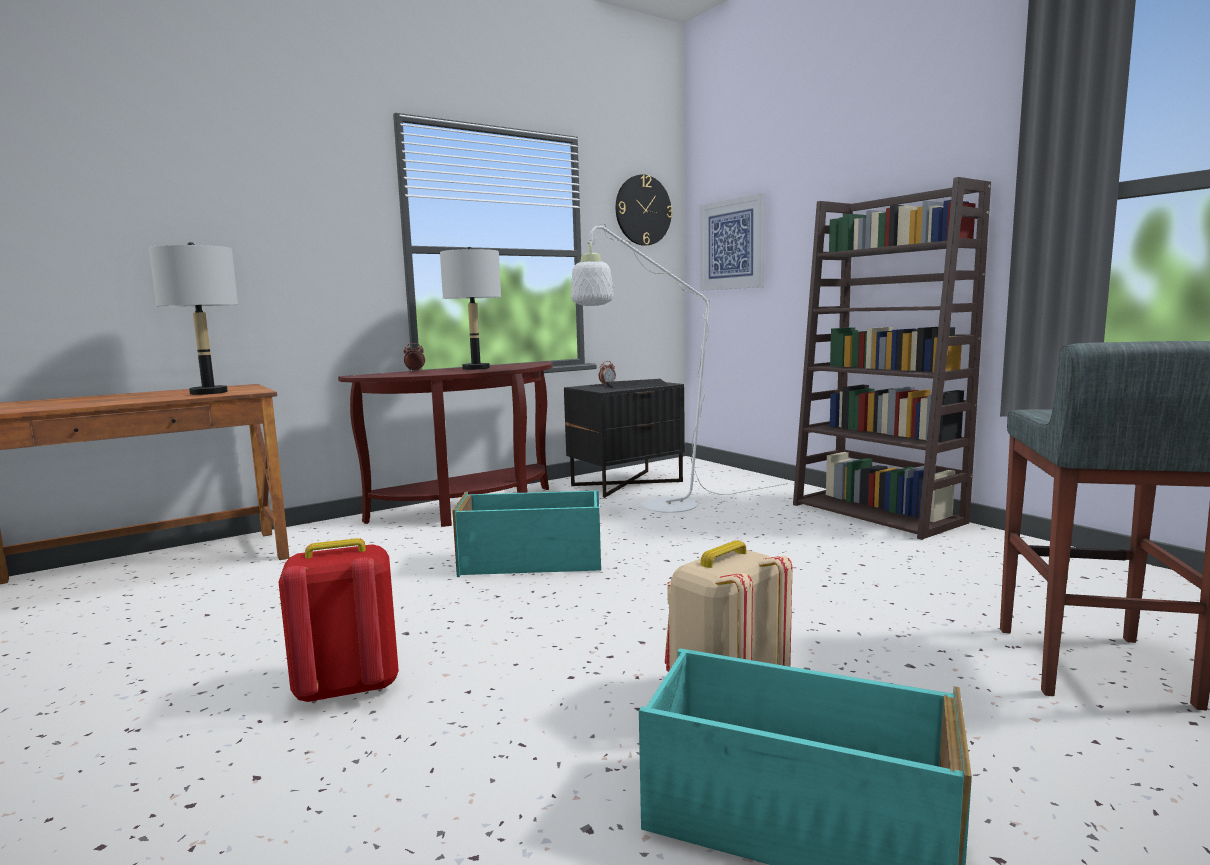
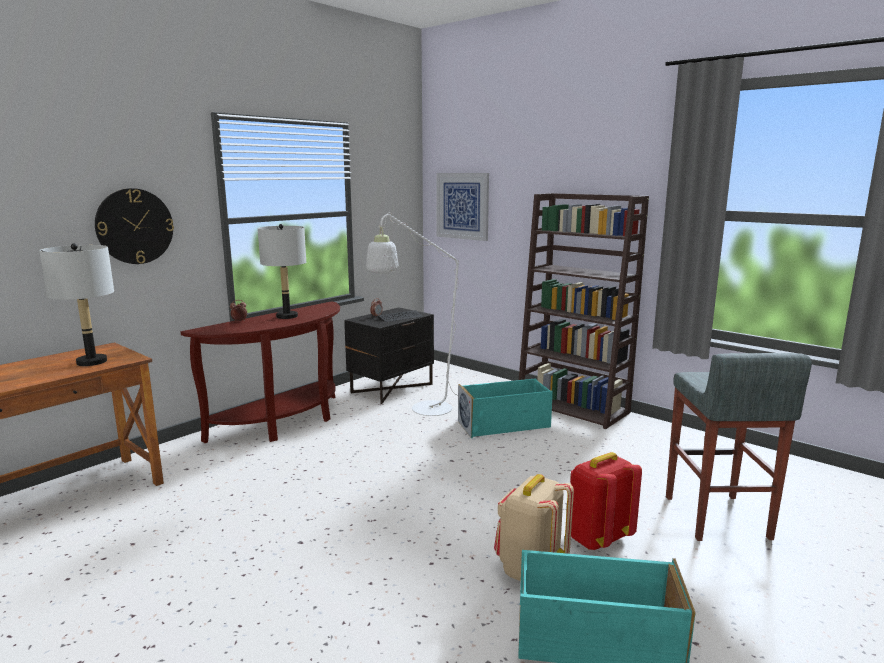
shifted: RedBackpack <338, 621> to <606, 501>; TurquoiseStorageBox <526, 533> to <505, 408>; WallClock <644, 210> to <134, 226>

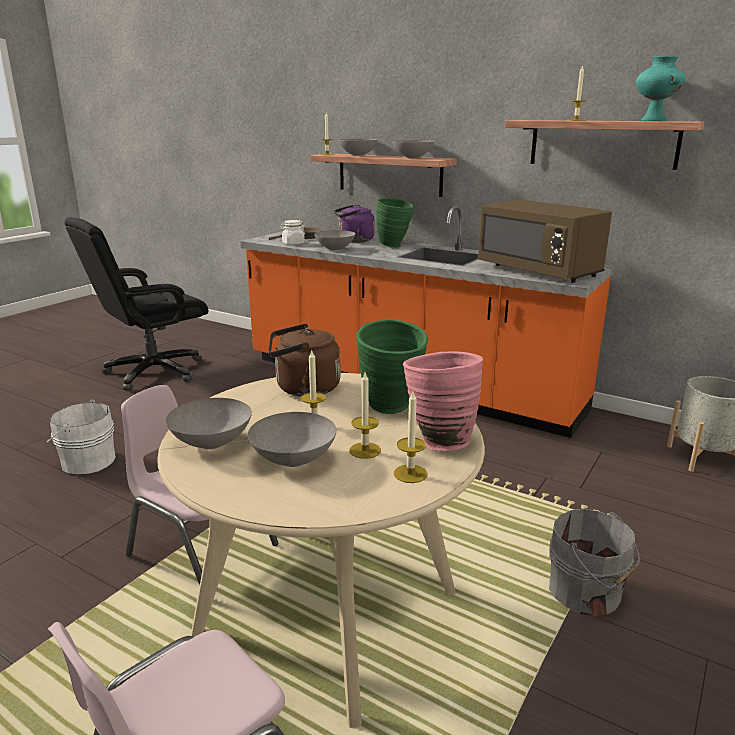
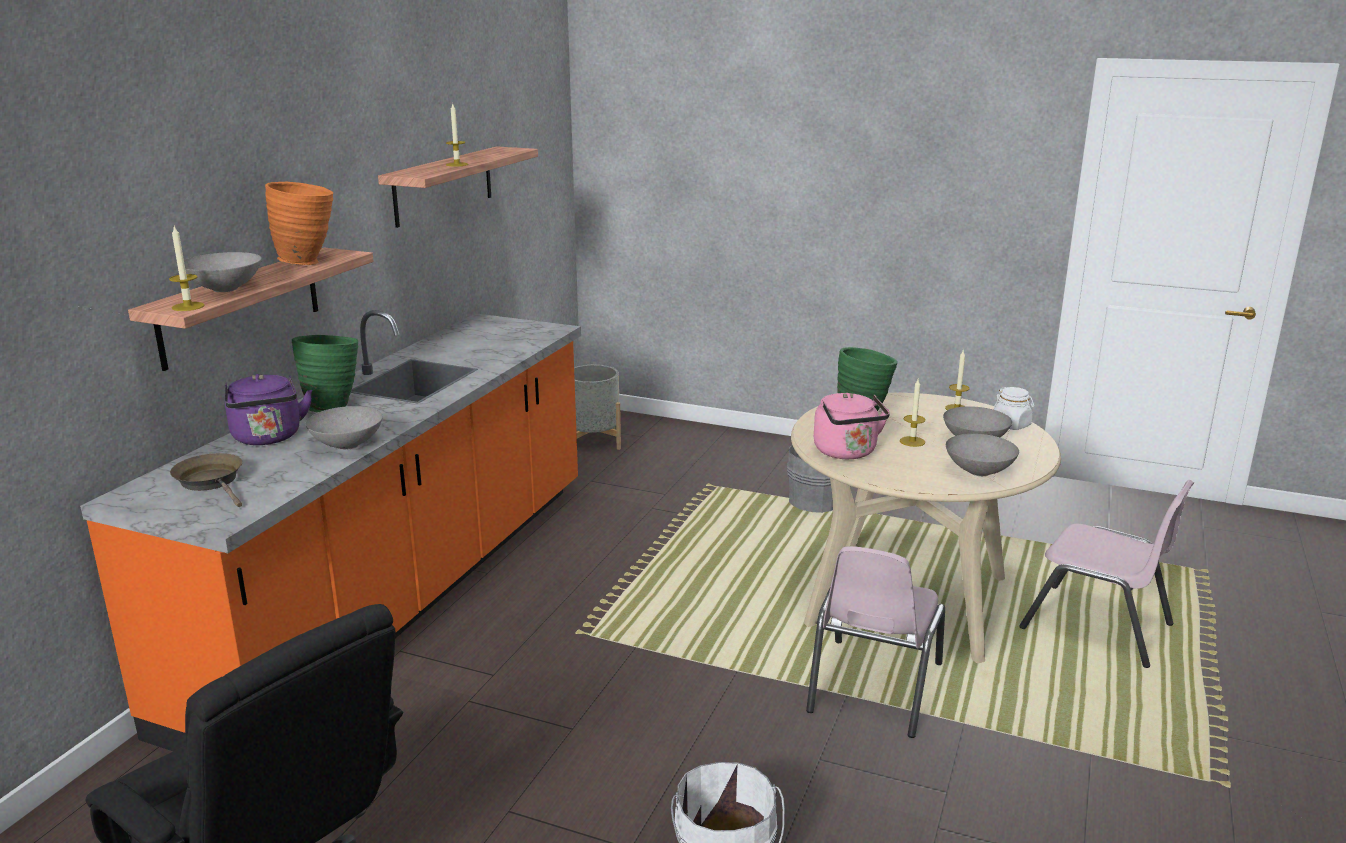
gone: Candle <365, 416>; PinkVase <443, 401>; BrownMicrowave <545, 241>; TurquoiseVase <661, 88>
shifted: WhiteJar <292, 232> to <1014, 408>
swapped: GreyBowl <413, 149> to OrangeVase <299, 223>
repainted: BrownKettle <304, 360> to PinkKettle <852, 426>

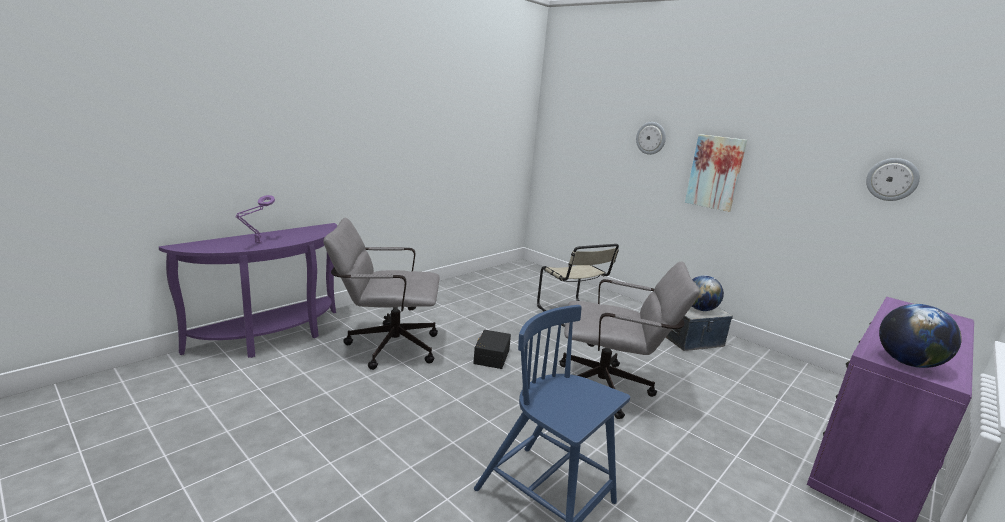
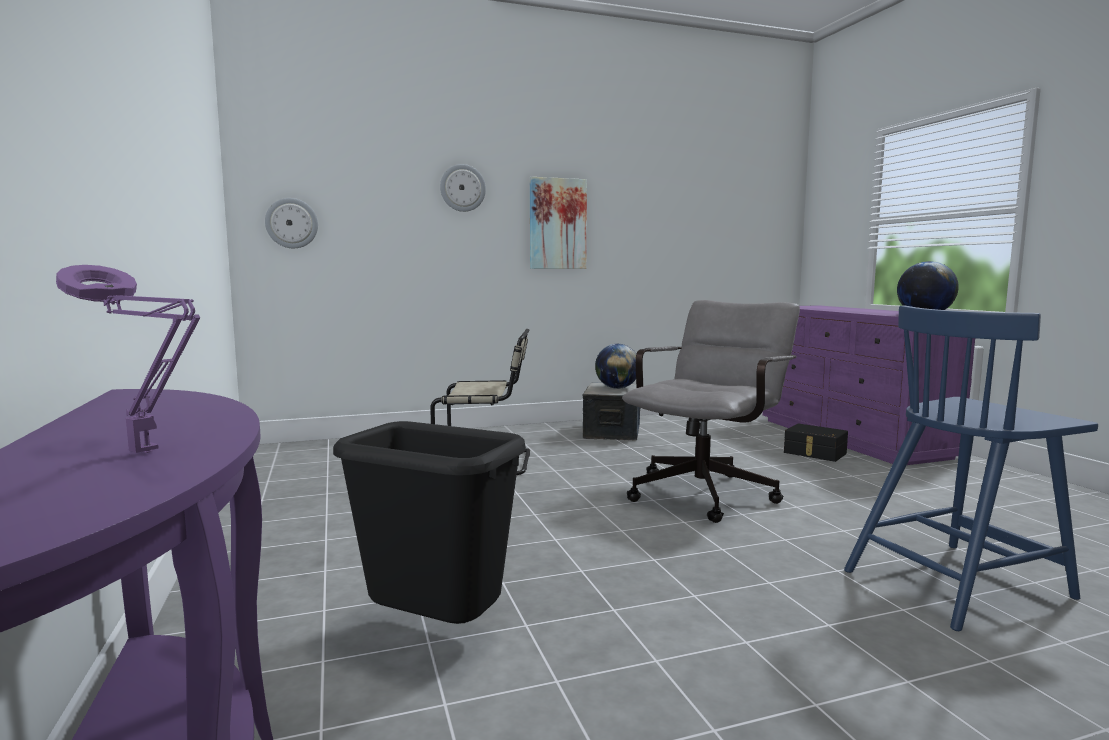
shifted: BlackStorageBox <492, 349> to <816, 442>; WallClock <893, 179> to <291, 223>
swapped: GreyOfficeChair <381, 294> to BlackTrashCan <429, 522>

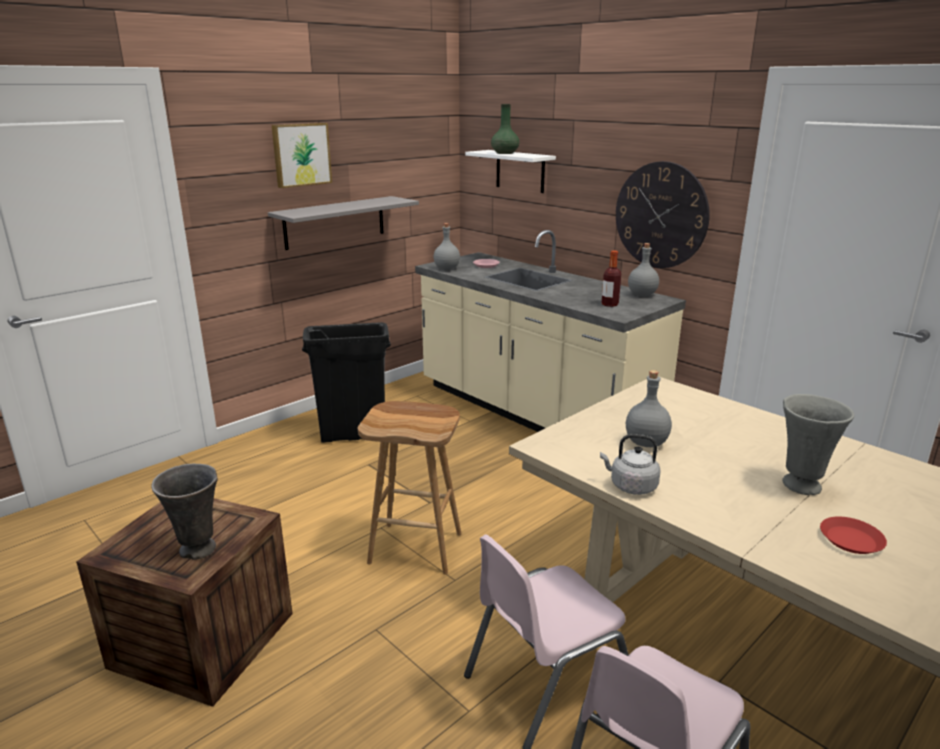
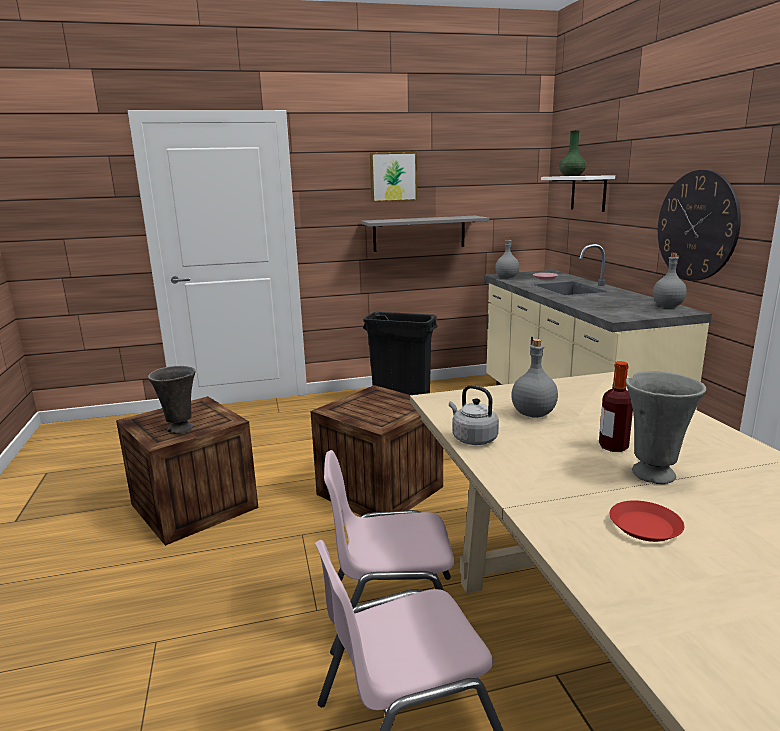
shifted: Bottle <611, 279> to <616, 406>
swapped: BrownStool <410, 488> to Crate <376, 450>

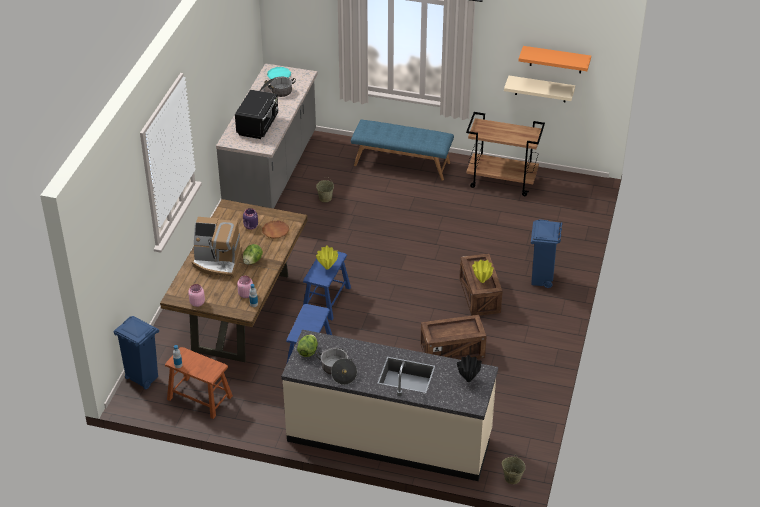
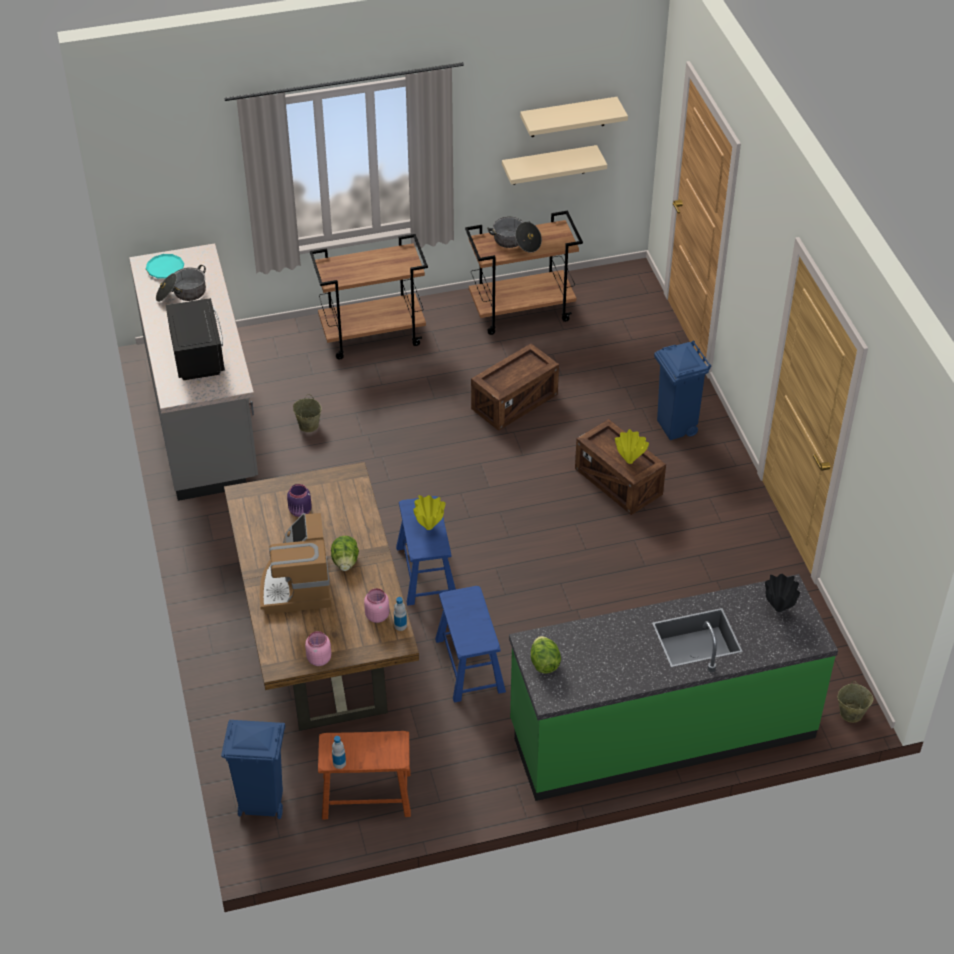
gone: BrownPlate <275, 230>
shifted: CookingPot <336, 366> to <514, 235>; Crate <453, 337> to <515, 387>
swapped: BlueBench <402, 150> to BrownCart <369, 297>
repainted: BeigeCounter <389, 405> to GreenCounter <673, 687>; OrangeShelf <554, 59> to BeigeShelf <574, 117>
rotated: CoffeeMachine <217, 247> = <295, 563> 105 degrees clockwise

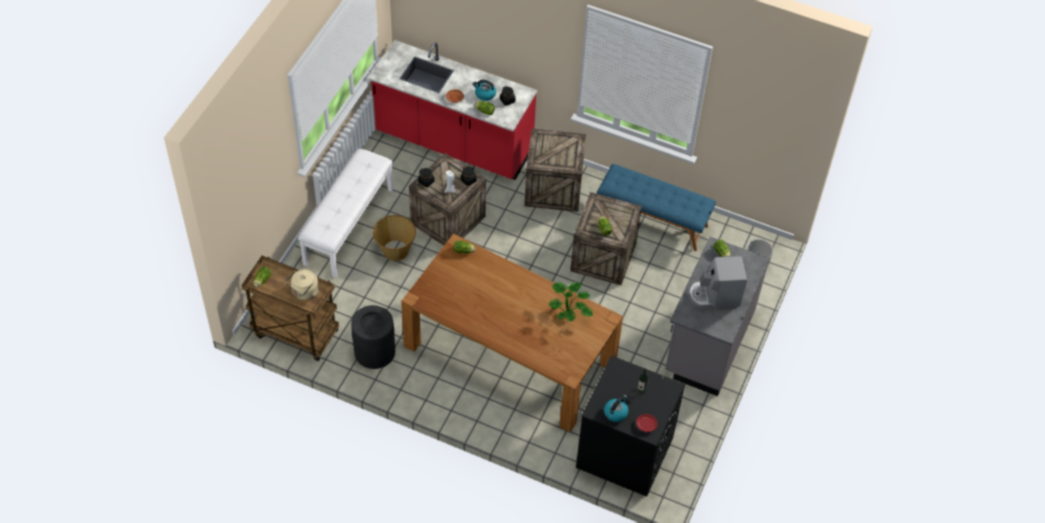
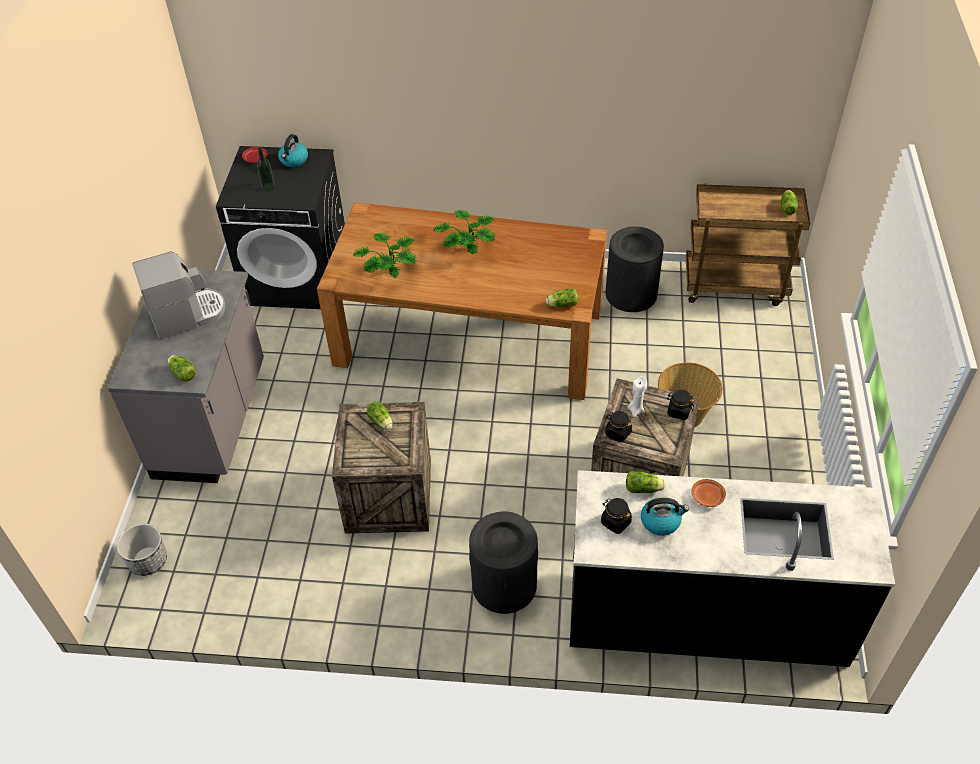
gone: BeigeKettle <302, 284>; WhiteBench <345, 213>; BlueBench <656, 207>
new: PottedPlant <464, 232>
swapped: Crate <555, 170> to BlackTrashCan <503, 562>
repainted: RedCounter <452, 110> to BlackCounter <732, 568>

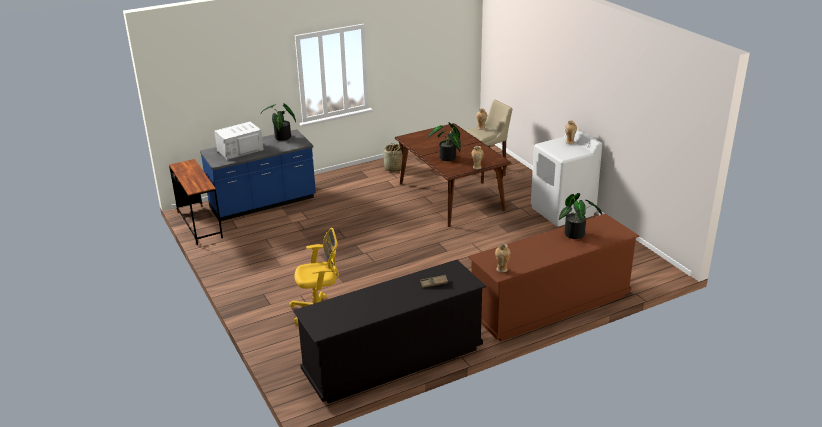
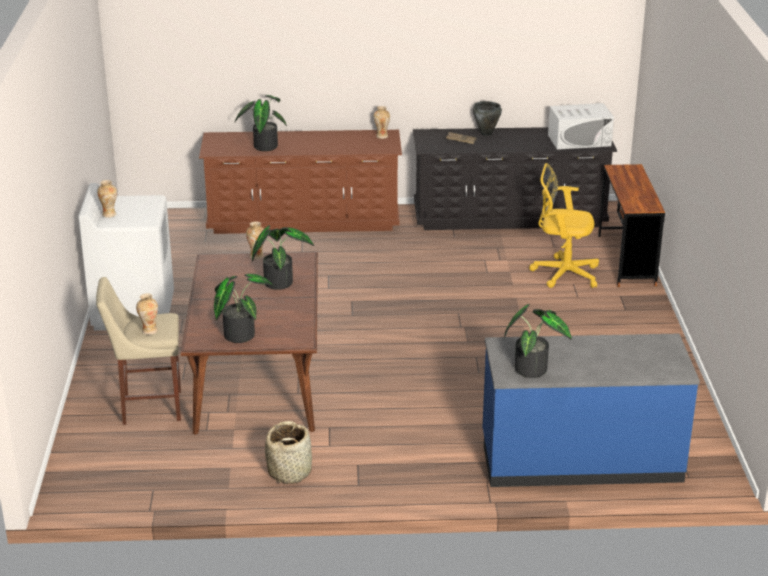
new: PottedPlant <244, 308>; BlackCookingPot <487, 118>
shifted: BrownDesk <196, 202> to <631, 225>; WhiteMicrowave <239, 140> to <581, 126>

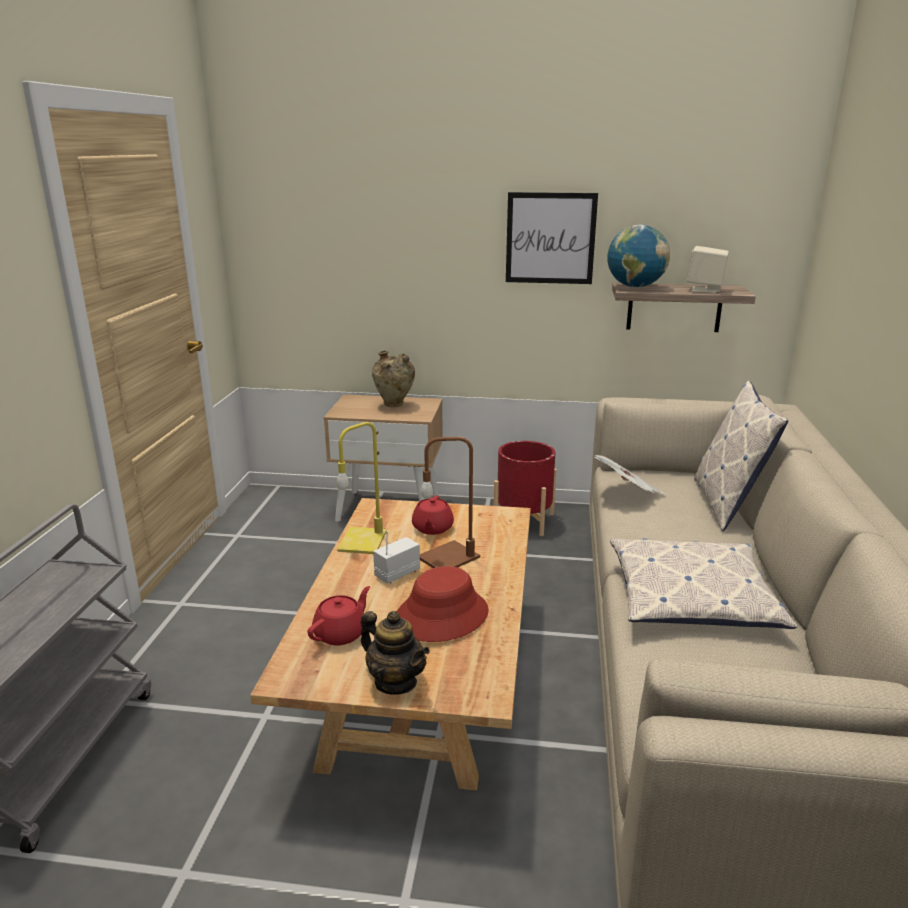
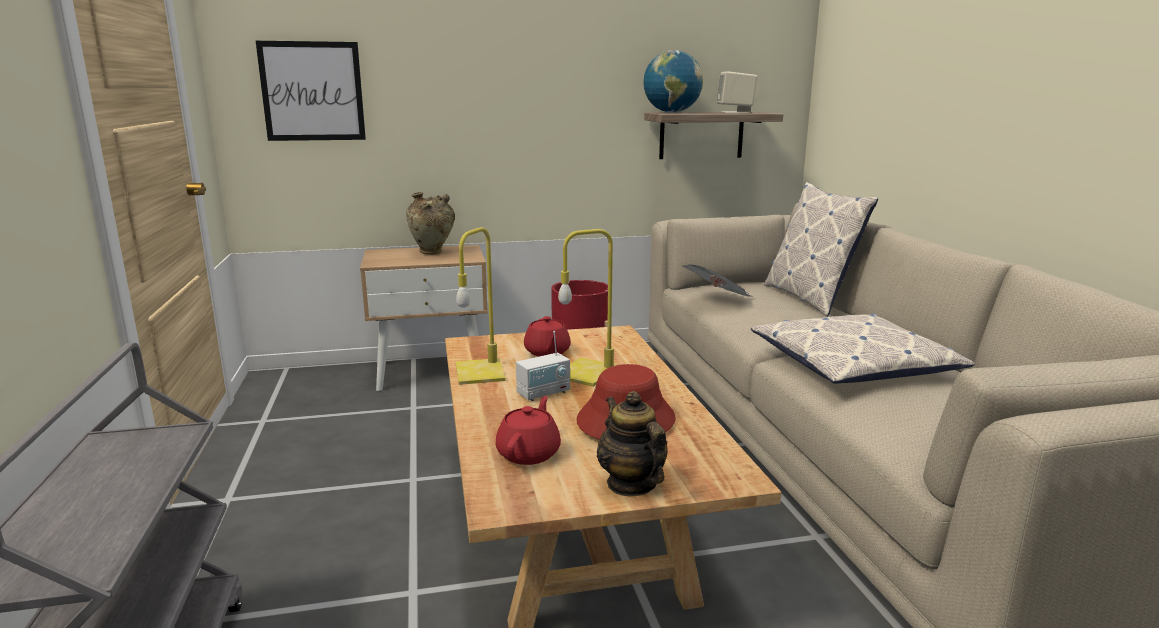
shifted: Picture <552, 238> to <311, 91>
repainted: BrownTableLamp <450, 502> to YellowTableLamp <587, 308>
rotated: Teapot <395, 653> = <632, 444> 135 degrees counterclockwise; Radio <396, 557> = <543, 366> 150 degrees counterclockwise

